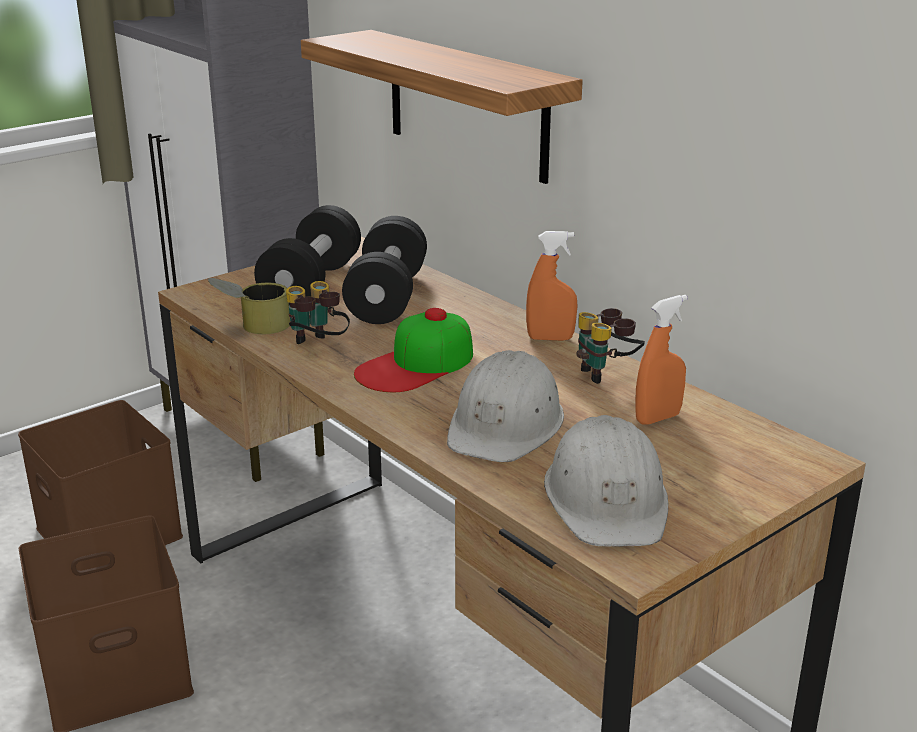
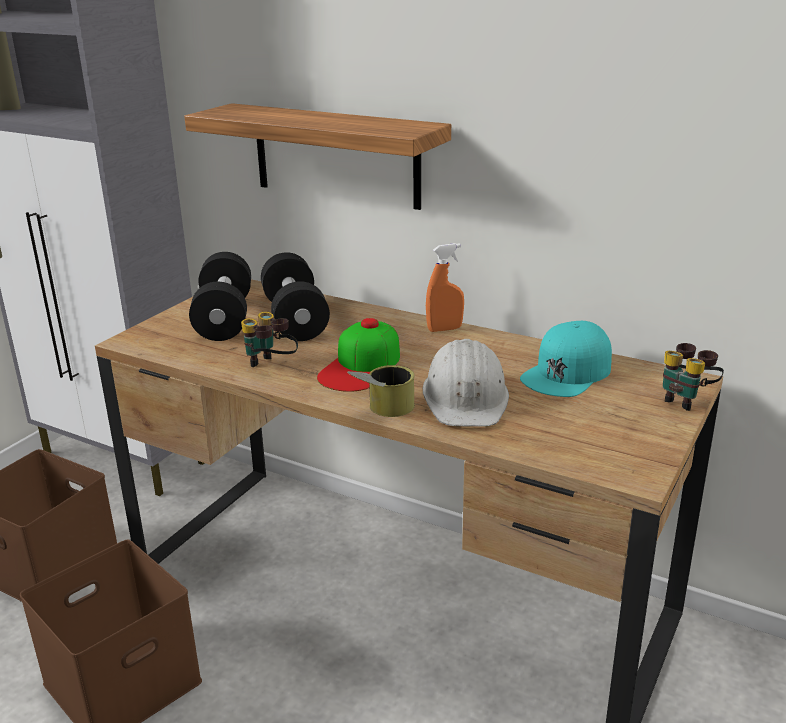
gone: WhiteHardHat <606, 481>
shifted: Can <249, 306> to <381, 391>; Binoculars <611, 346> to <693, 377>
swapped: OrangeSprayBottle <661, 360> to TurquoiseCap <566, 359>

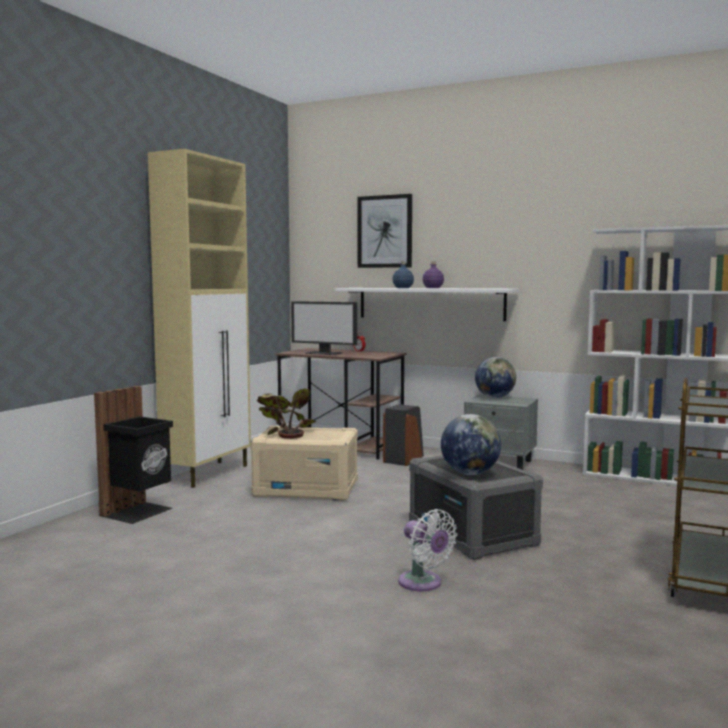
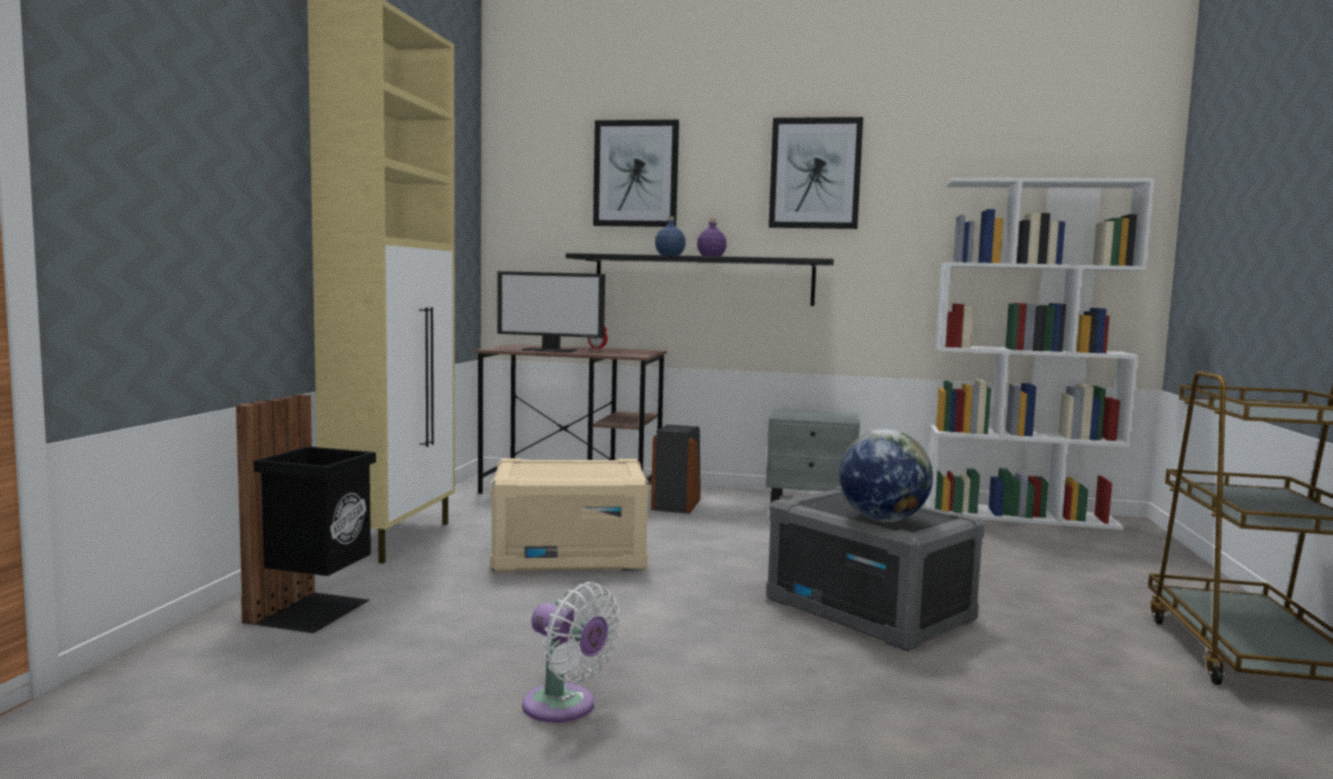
gone: PottedPlant <286, 413>; Globe <495, 377>
new: Picture <816, 173>
shifted: WhiteFan <427, 550> to <571, 652>
repainted: WhiteShelf <427, 304> to BlackShelf <700, 279>

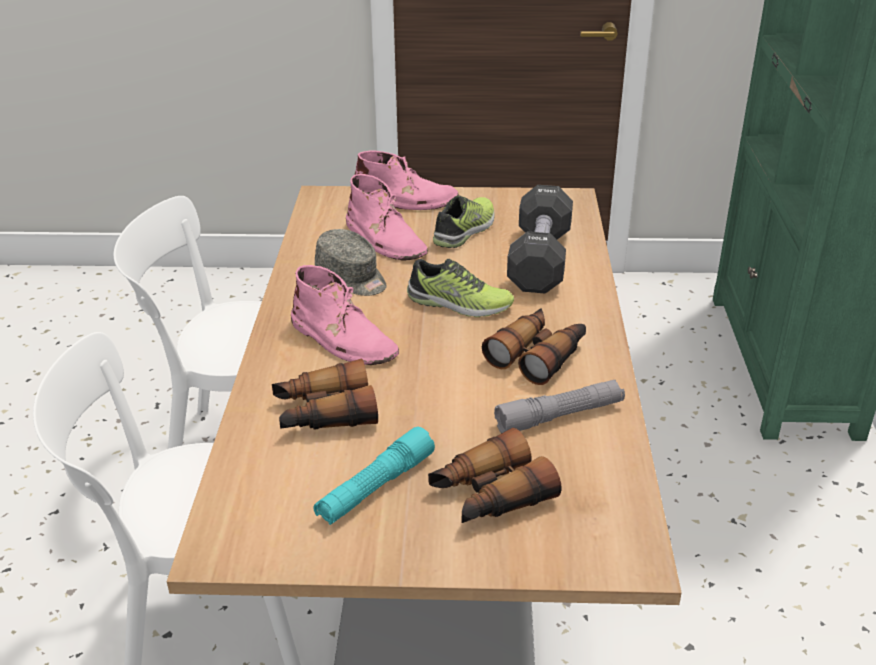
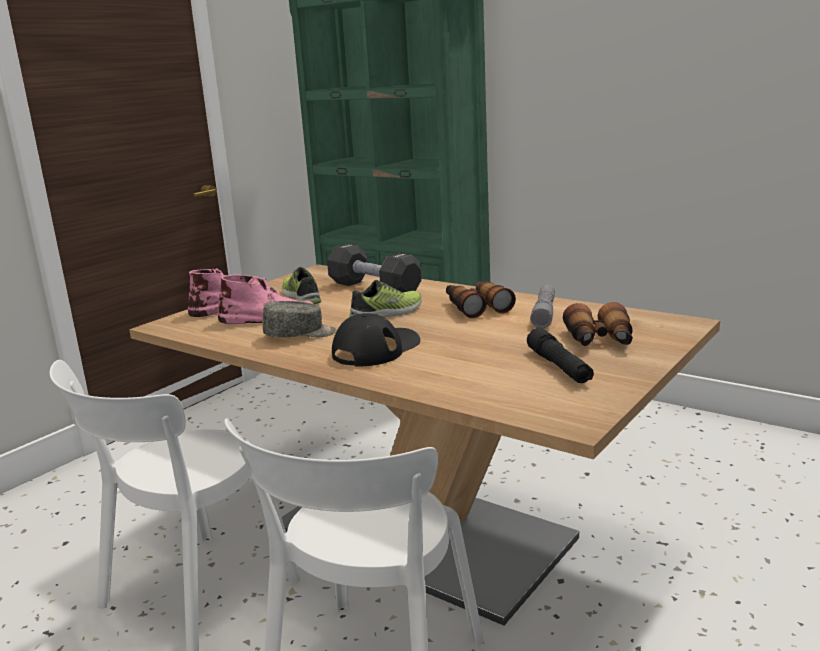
gone: Binoculars <325, 394>
swapped: PinkBoot <345, 315> to BlackCap <376, 339>
repainted: TurquoiseFlashlight <374, 476> to BlackFlashlight <560, 355>

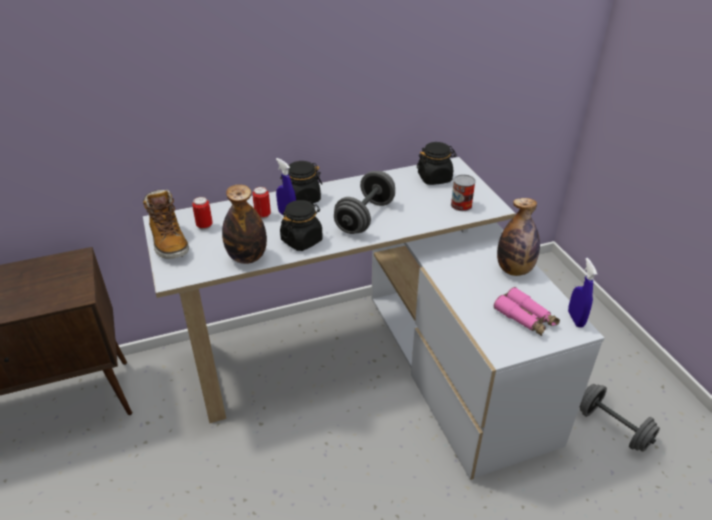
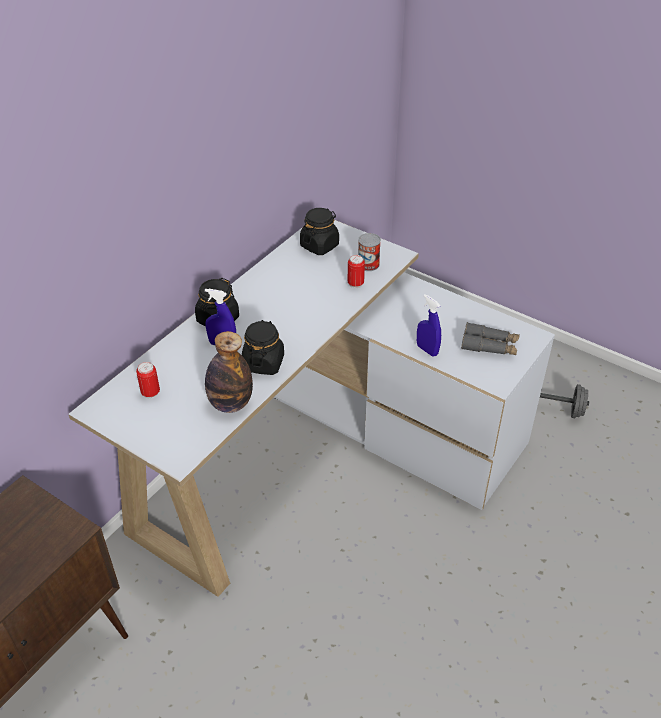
gone: Boot <166, 224>; GreyDumbbell <364, 202>; Bottle <518, 237>
shifted: Can <261, 203> to <356, 271>; BlueSprayBottle <582, 293> to <429, 325>
repainted: PinkBinoculars <527, 311> to GreyBinoculars <490, 338>

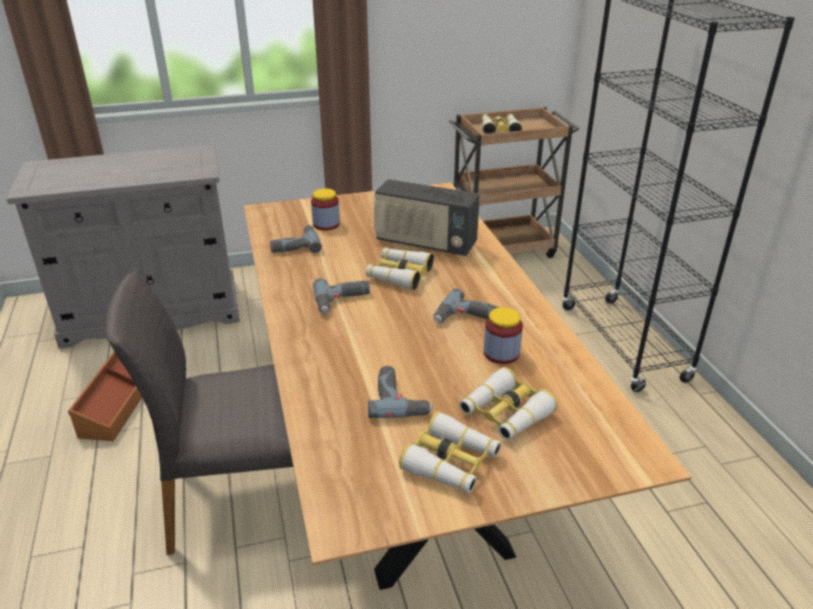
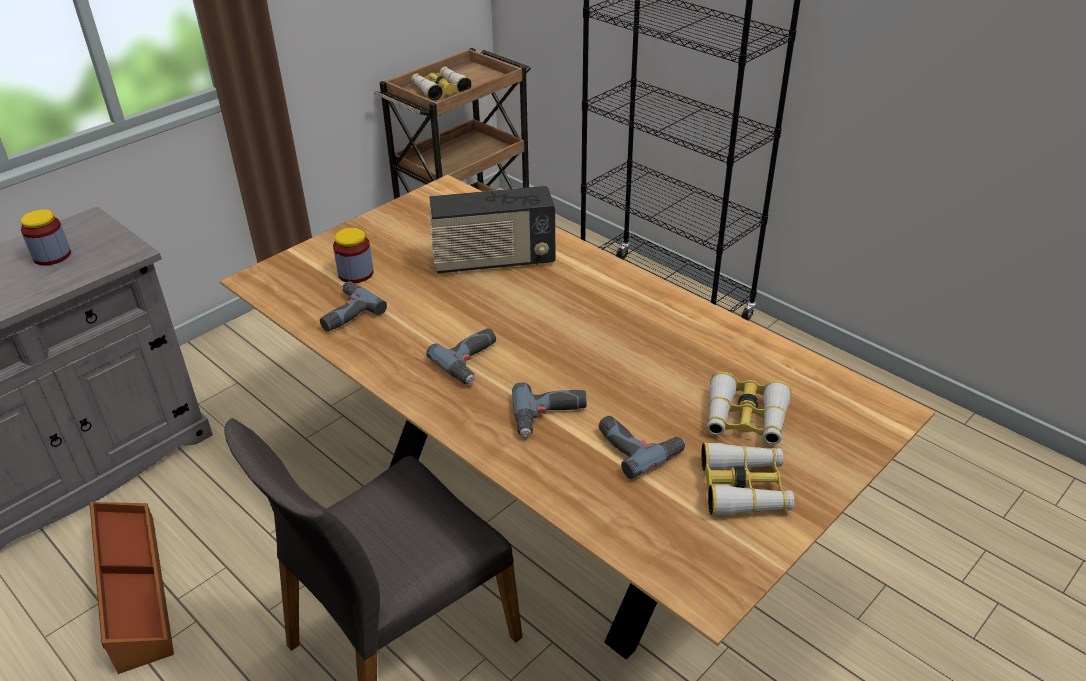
gone: Binoculars <400, 268>
shifted: PowerDrill <466, 305> to <549, 409>; Jar <503, 335> to <45, 237>

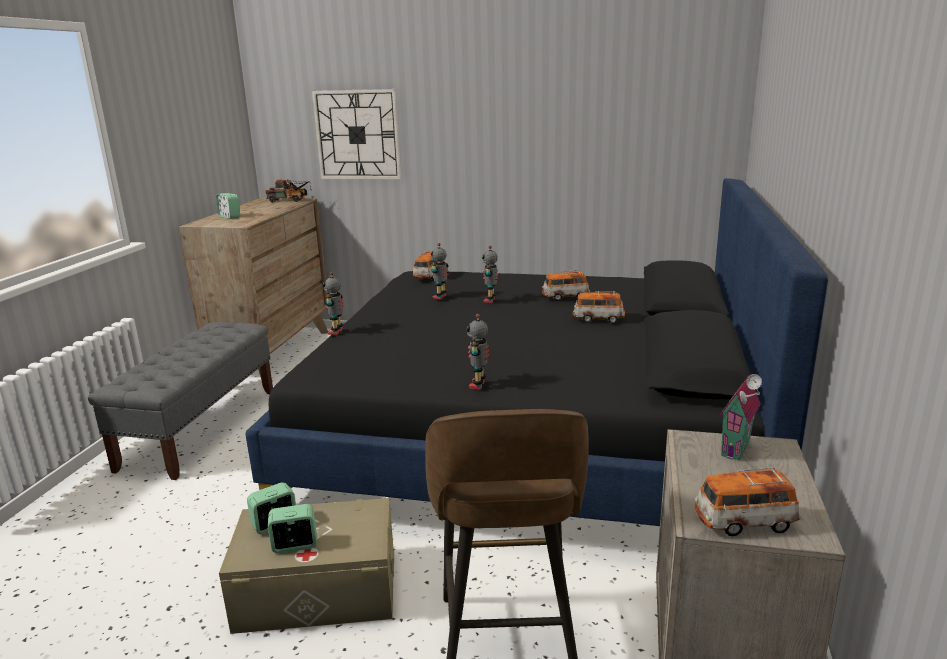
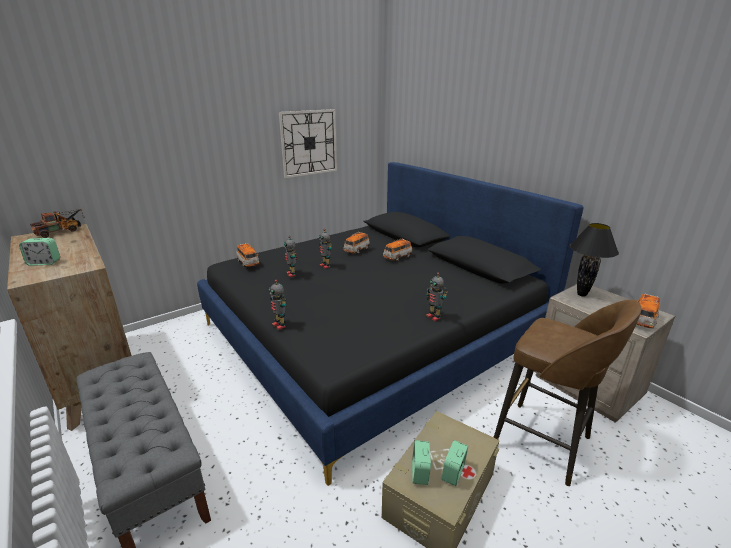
shifted: WallClock <356, 134> to <308, 143>
swapped: ToyHouse <740, 417> to BlackTableLamp <594, 260>

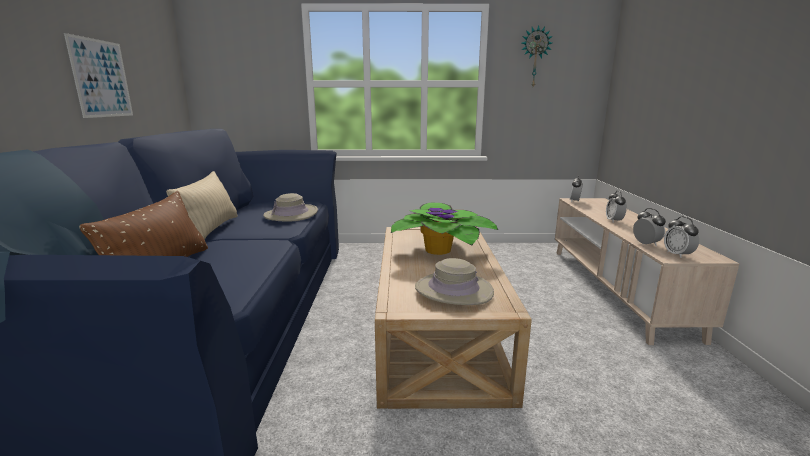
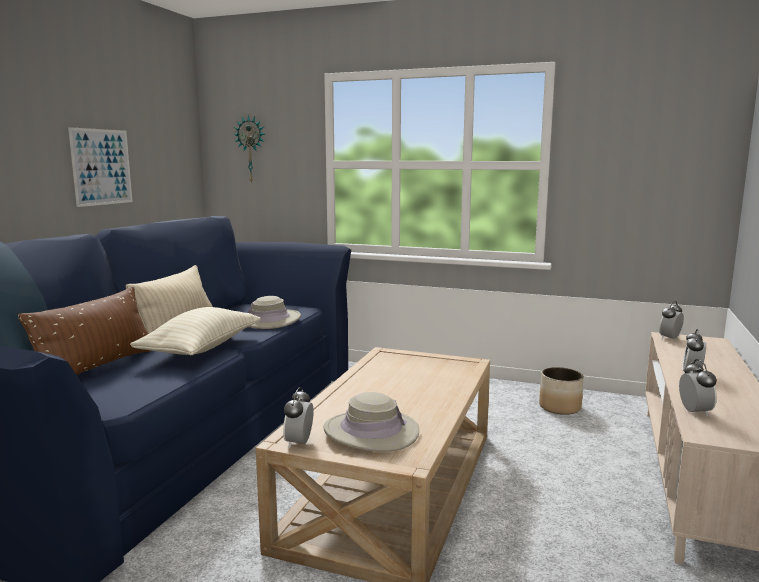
gone: PottedPlant <444, 228>
new: BeigePillow <195, 331>; Planter <561, 391>
shifted: WallClock <537, 56> to <249, 149>; AlarmClock <681, 237> to <298, 417>

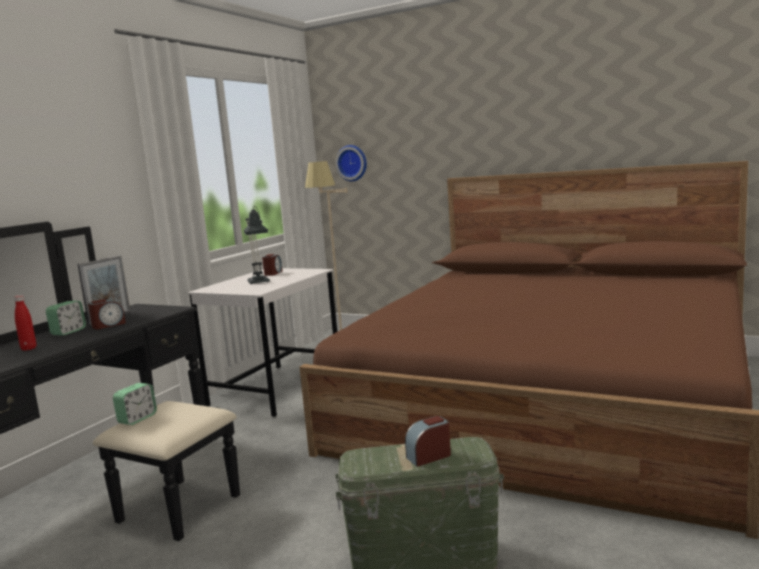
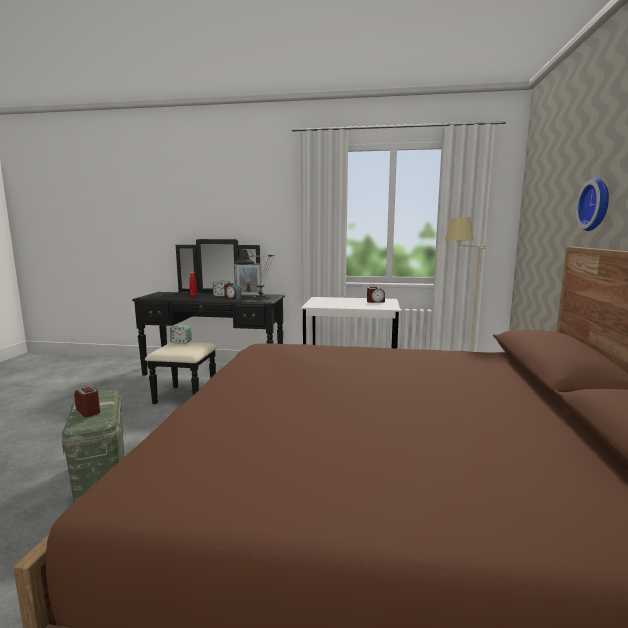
shifted: TableLamp <257, 245> to <254, 273>; WallClock <351, 163> to <592, 204>

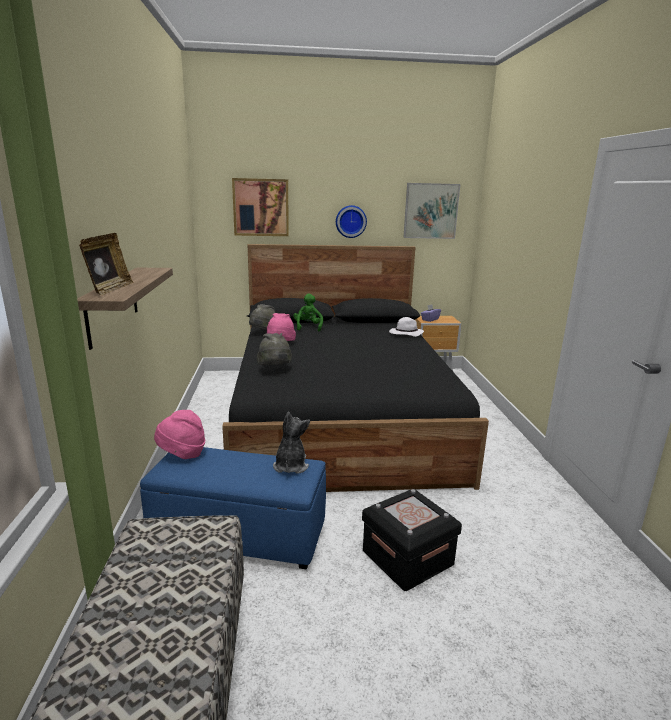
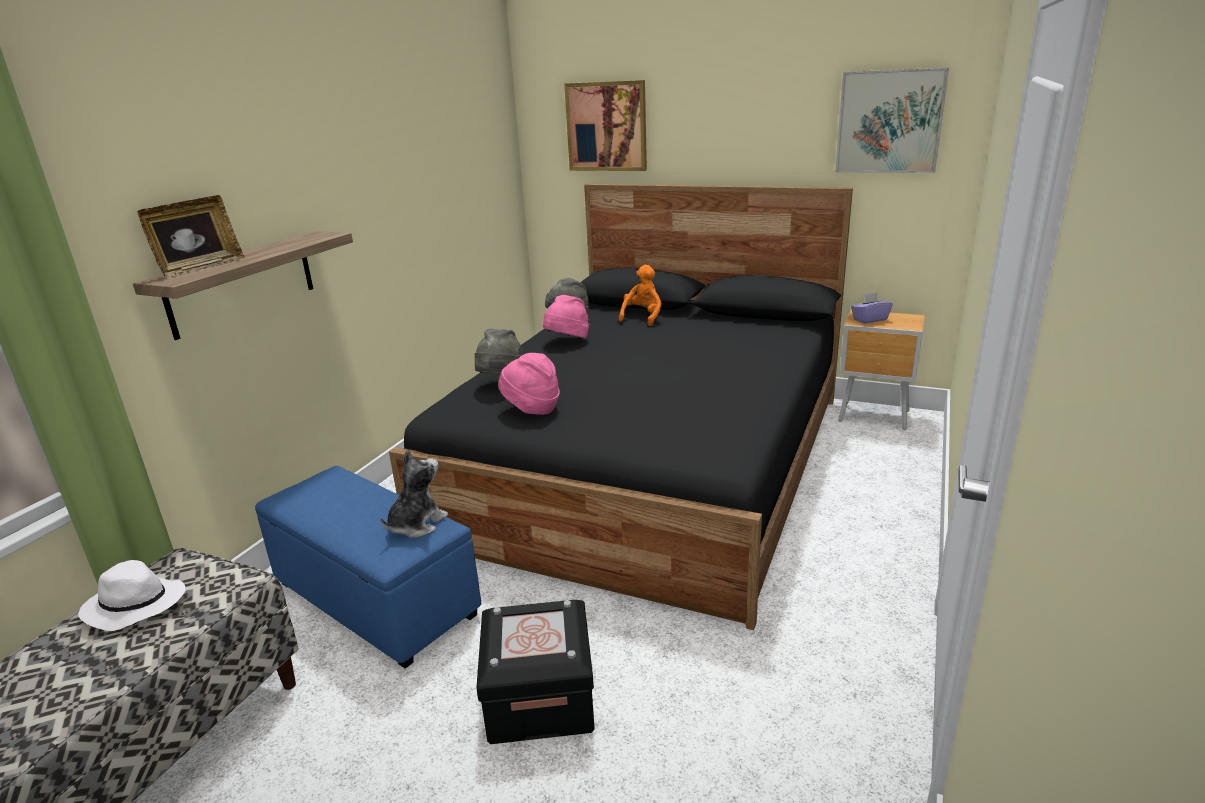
gone: WallClock <351, 221>
shifted: PinkHat <179, 434> to <529, 384>; WhiteHat <406, 327> to <132, 595>
repainted: GreenPlushToy <308, 312> to OrangePlushToy <640, 295>

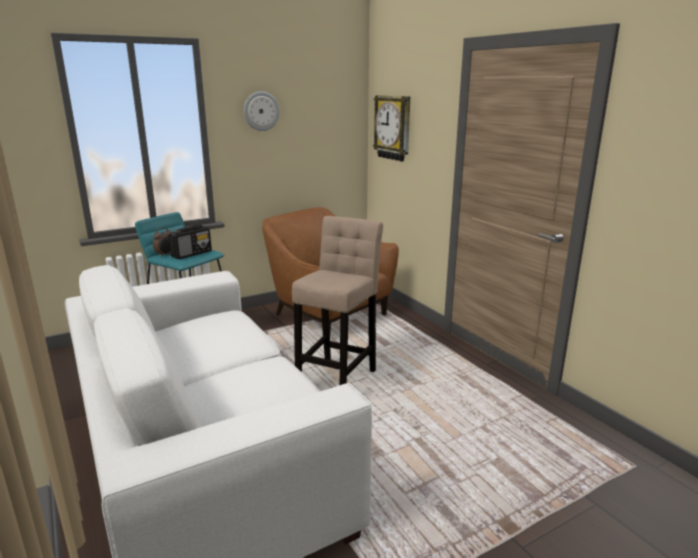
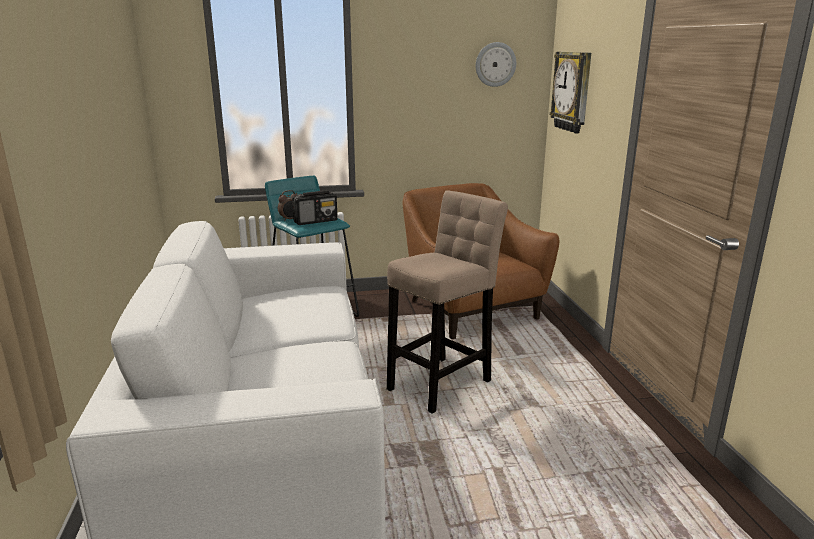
shifted: WallClock <262, 111> to <496, 64>

